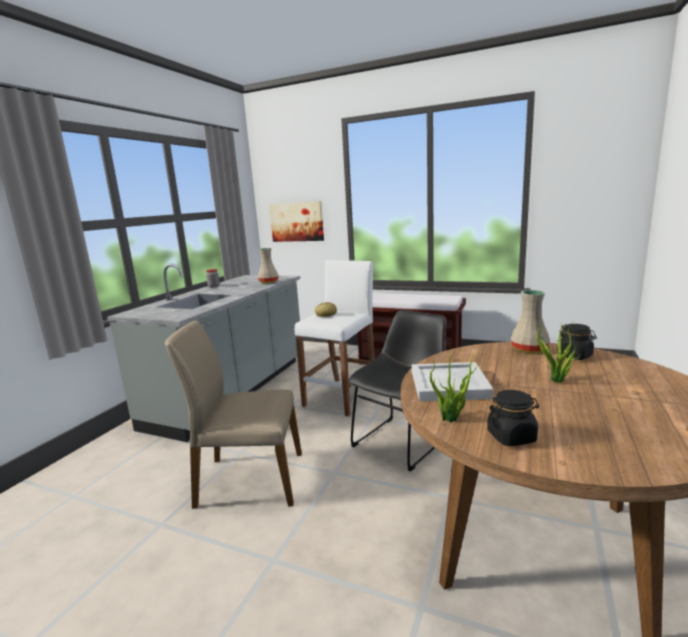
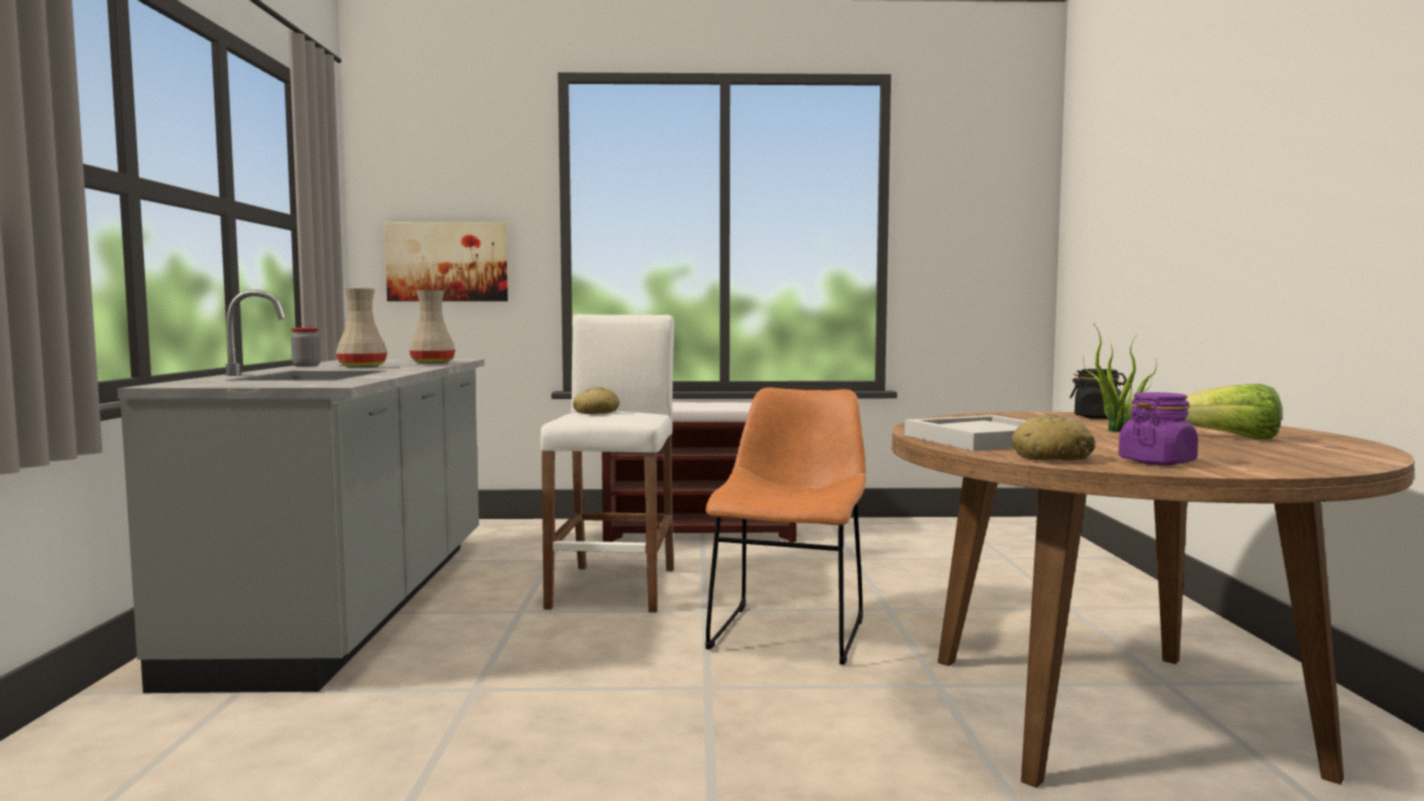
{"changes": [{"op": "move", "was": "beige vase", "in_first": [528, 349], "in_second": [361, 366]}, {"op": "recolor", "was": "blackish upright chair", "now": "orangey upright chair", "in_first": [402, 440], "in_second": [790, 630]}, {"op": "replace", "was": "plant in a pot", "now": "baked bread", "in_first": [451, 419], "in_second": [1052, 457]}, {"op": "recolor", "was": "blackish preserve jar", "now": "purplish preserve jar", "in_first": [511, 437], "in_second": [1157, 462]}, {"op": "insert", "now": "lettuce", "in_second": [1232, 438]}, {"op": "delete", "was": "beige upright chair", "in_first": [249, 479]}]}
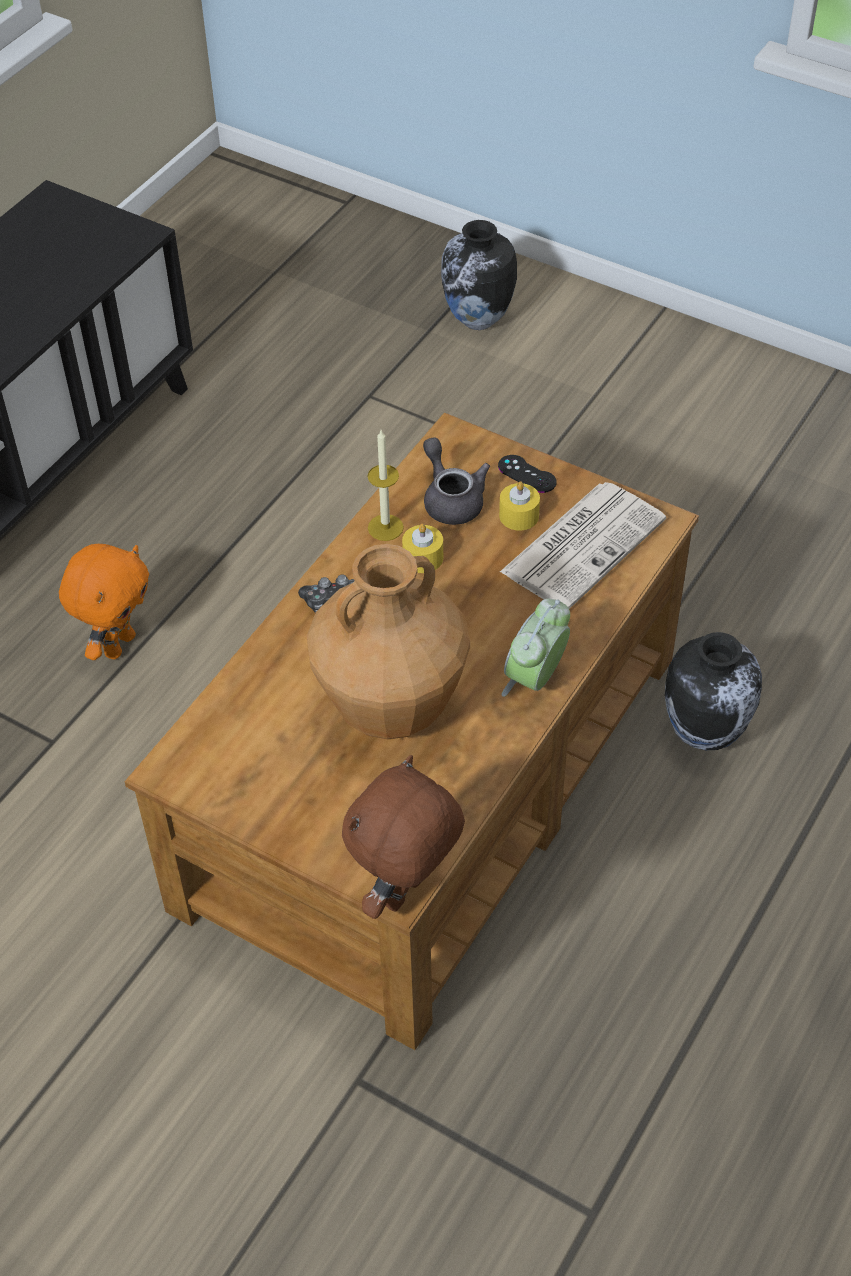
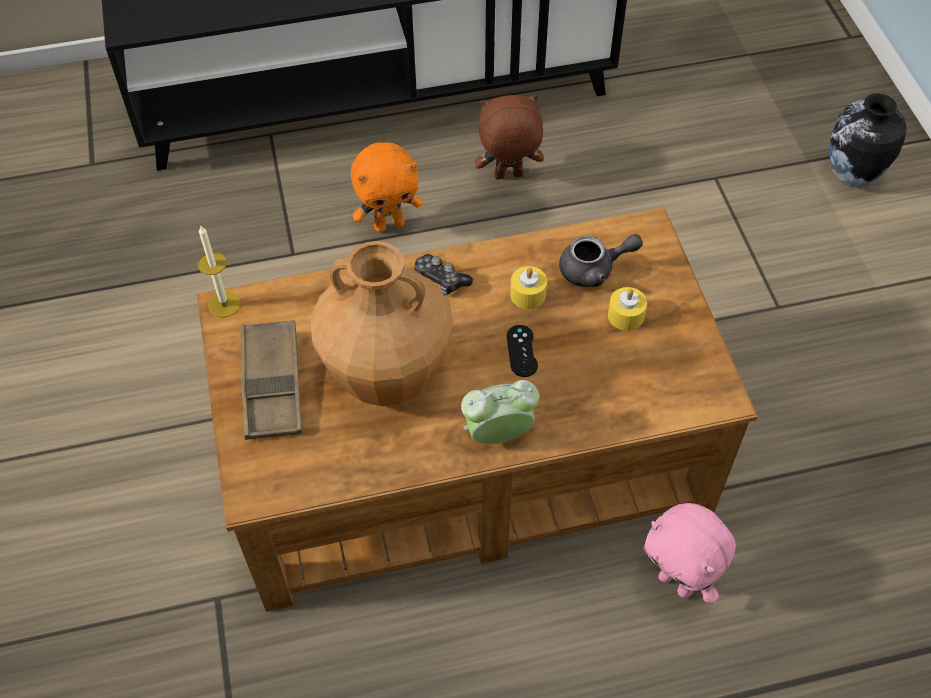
{"changes": [{"op": "move", "was": "wax light", "in_first": [385, 527], "in_second": [224, 304]}, {"op": "insert", "now": "brown-coloured tray", "in_second": [272, 384]}, {"op": "move", "was": "brown-coloured cuddly toy", "in_first": [406, 894], "in_second": [508, 177]}, {"op": "move", "was": "blackish game controller", "in_first": [527, 474], "in_second": [522, 351]}, {"op": "rotate", "was": "greyish pot for tea", "in_first": [451, 499], "in_second": [594, 270], "clockwise": 60}, {"op": "replace", "was": "vase", "now": "pink cuddly toy", "in_first": [705, 734], "in_second": [677, 583]}, {"op": "delete", "was": "daily paper", "in_first": [583, 544]}]}
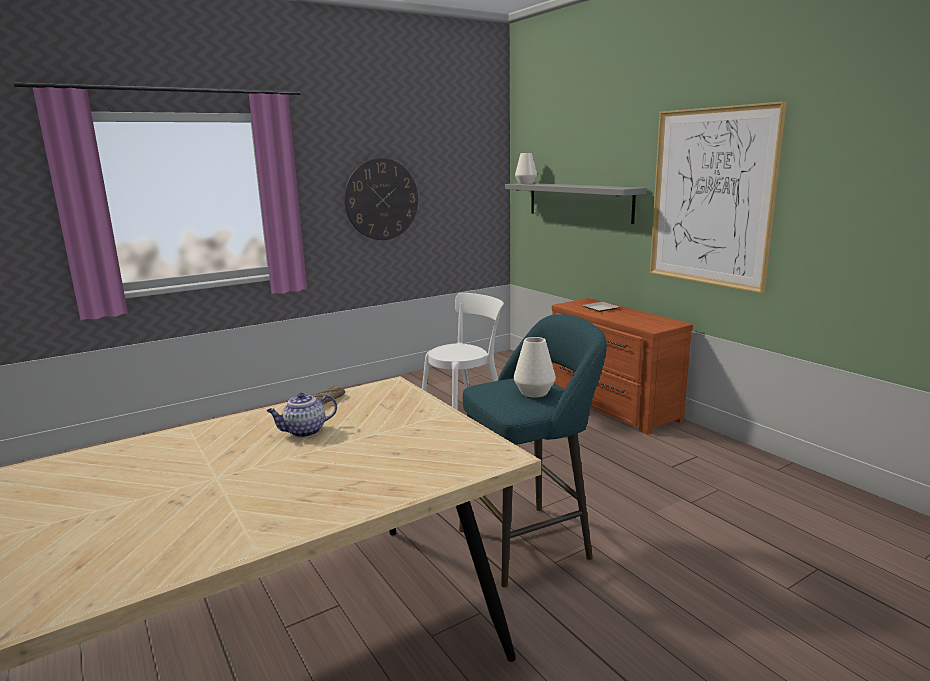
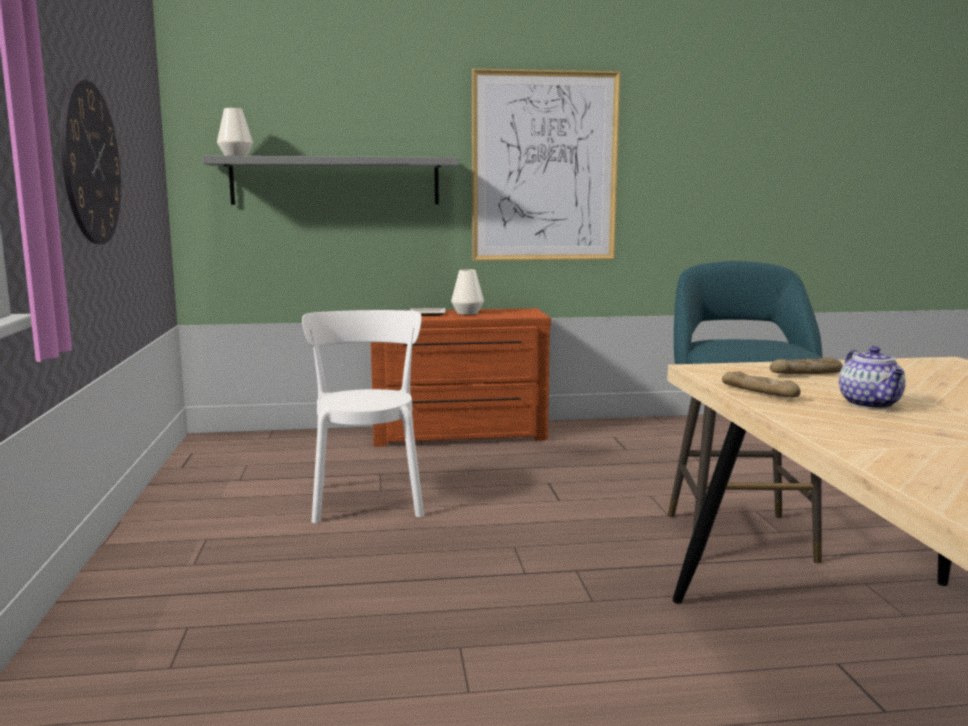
{"changes": [{"op": "move", "was": "whitish vase", "in_first": [534, 392], "in_second": [467, 313]}, {"op": "insert", "now": "baked bread", "in_second": [806, 374]}]}
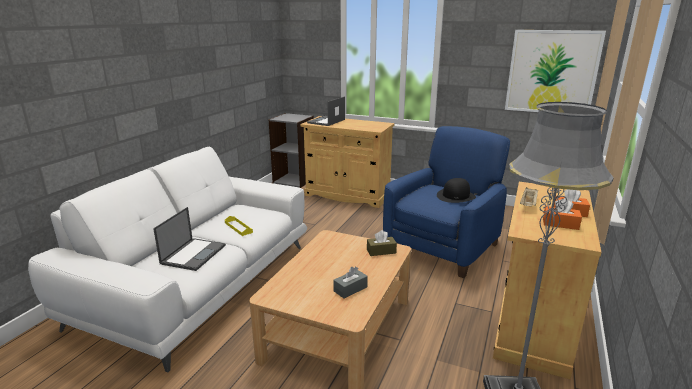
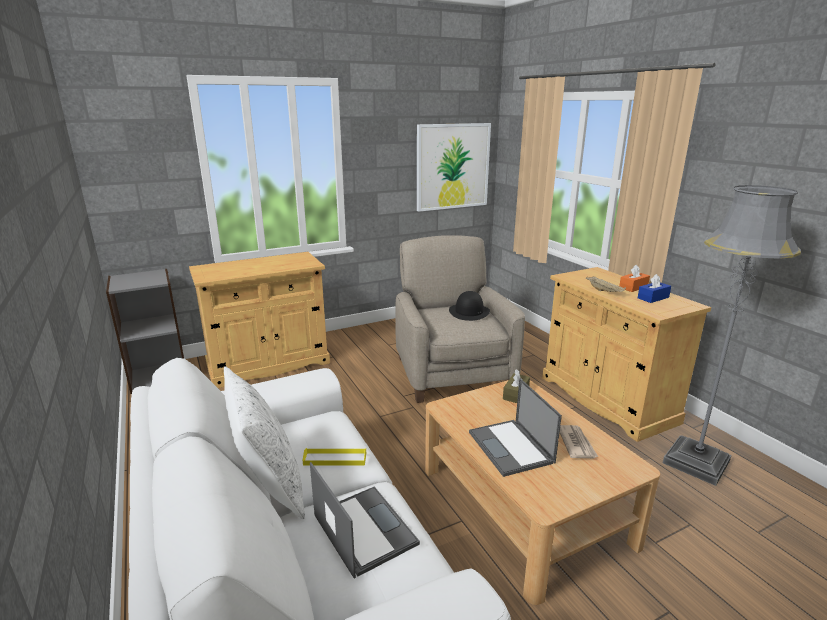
{"changes": [{"op": "insert", "now": "whitish cushion", "in_second": [269, 486]}, {"op": "recolor", "was": "bluish easy chair", "now": "beige easy chair", "in_first": [443, 246], "in_second": [452, 372]}, {"op": "move", "was": "notebook computer", "in_first": [326, 121], "in_second": [511, 448]}, {"op": "replace", "was": "greyish box of tissues", "now": "daily paper", "in_first": [350, 289], "in_second": [576, 443]}, {"op": "recolor", "was": "orangey box of tissues", "now": "bluish box of tissues", "in_first": [560, 224], "in_second": [653, 298]}]}
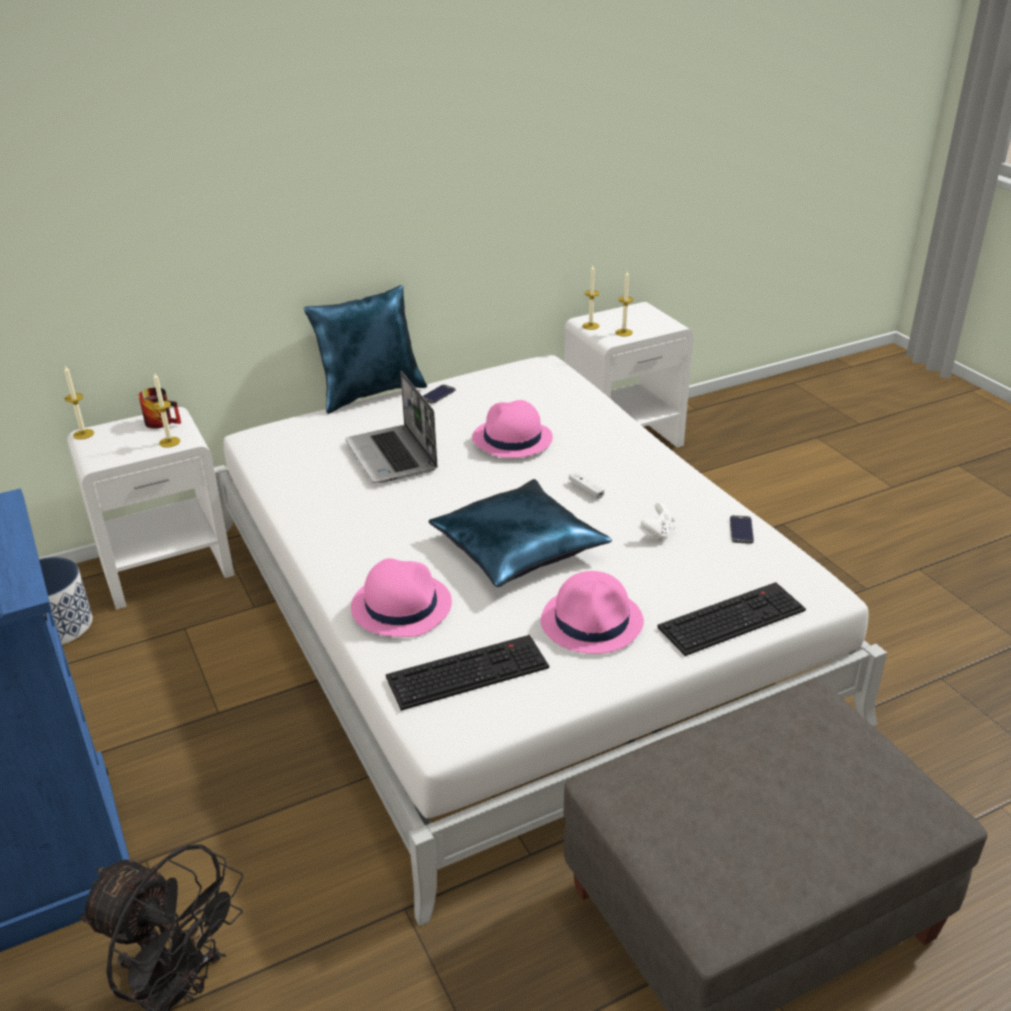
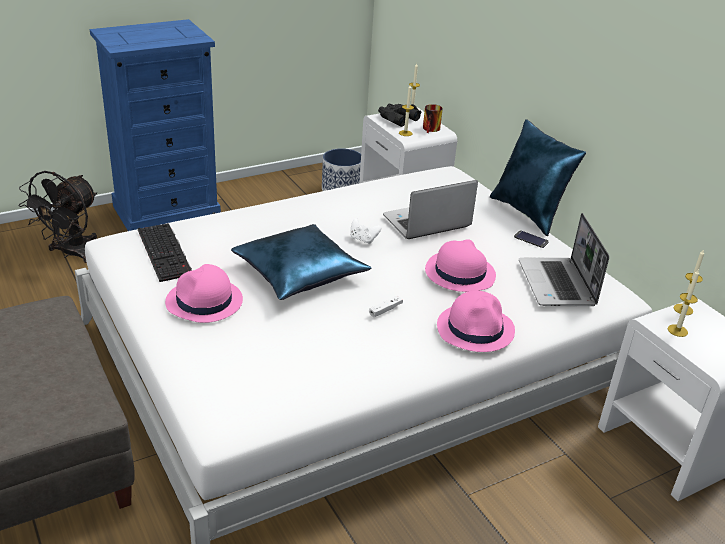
{"changes": [{"op": "move", "was": "whitish game controller", "in_first": [659, 533], "in_second": [363, 239]}, {"op": "insert", "now": "blackish binoculars", "in_second": [397, 118]}, {"op": "move", "was": "pink wearable hat", "in_first": [401, 605], "in_second": [475, 329]}, {"op": "insert", "now": "notebook computer", "in_second": [557, 284]}, {"op": "delete", "was": "PC keyboard", "in_first": [732, 617]}, {"op": "delete", "was": "phone", "in_first": [741, 530]}]}
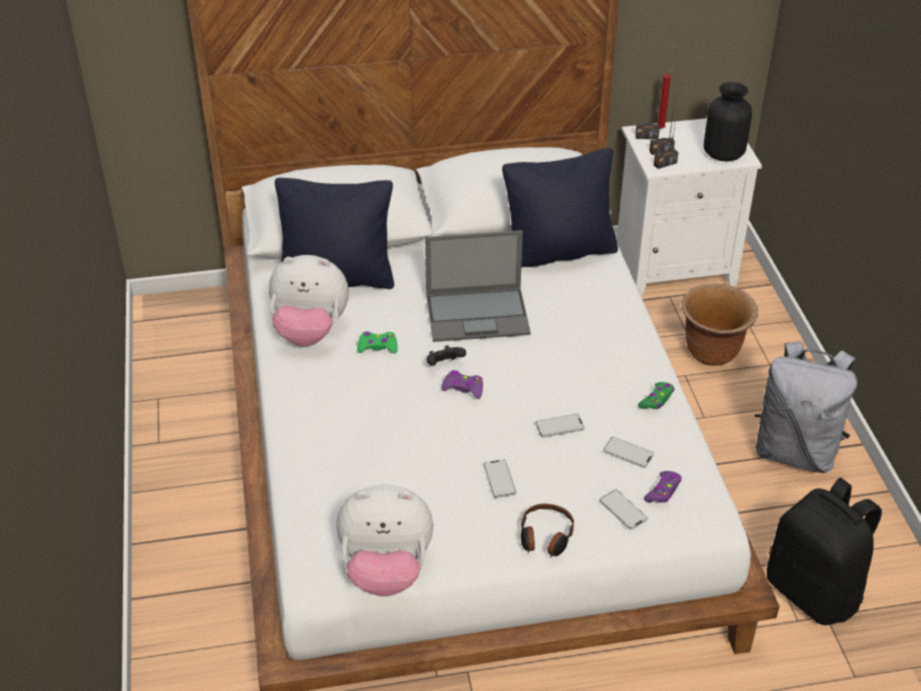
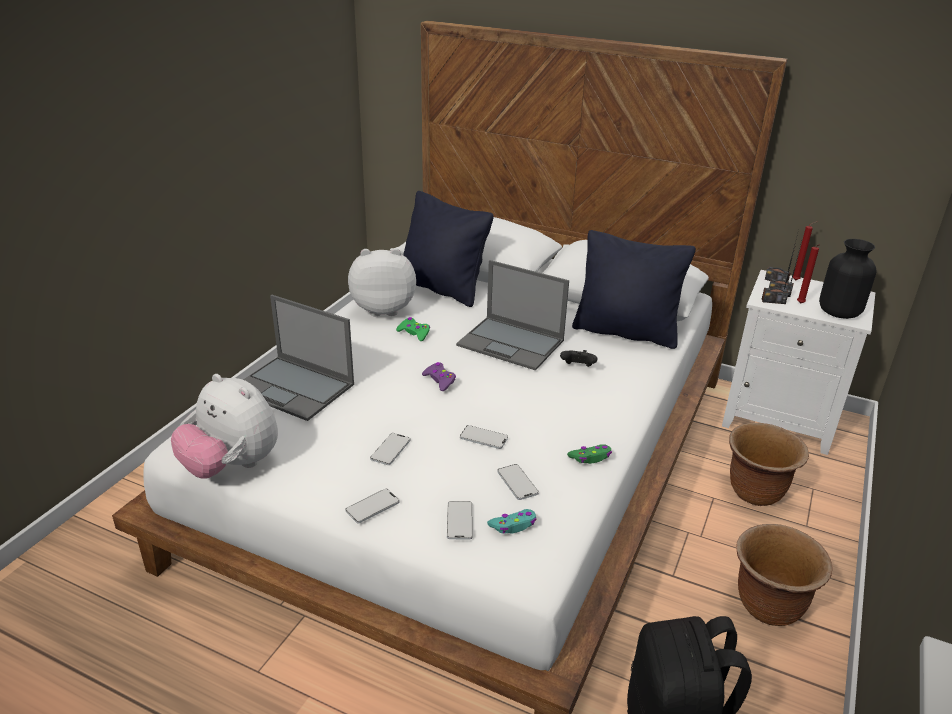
{"changes": [{"op": "insert", "now": "notebook computer", "in_second": [294, 388]}, {"op": "replace", "was": "pair of headphones", "now": "phone", "in_first": [545, 537], "in_second": [372, 507]}, {"op": "rotate", "was": "cuddly toy", "in_first": [310, 331], "in_second": [383, 309], "clockwise": 135}, {"op": "recolor", "was": "purplish game controller", "now": "turquoise-coloured game controller", "in_first": [663, 491], "in_second": [513, 525]}, {"op": "move", "was": "blackish game controller", "in_first": [444, 365], "in_second": [577, 367]}, {"op": "replace", "was": "greyish backpack", "now": "brown-coloured flower pot", "in_first": [795, 451], "in_second": [768, 607]}, {"op": "insert", "now": "reddish wax light", "in_second": [800, 304]}]}
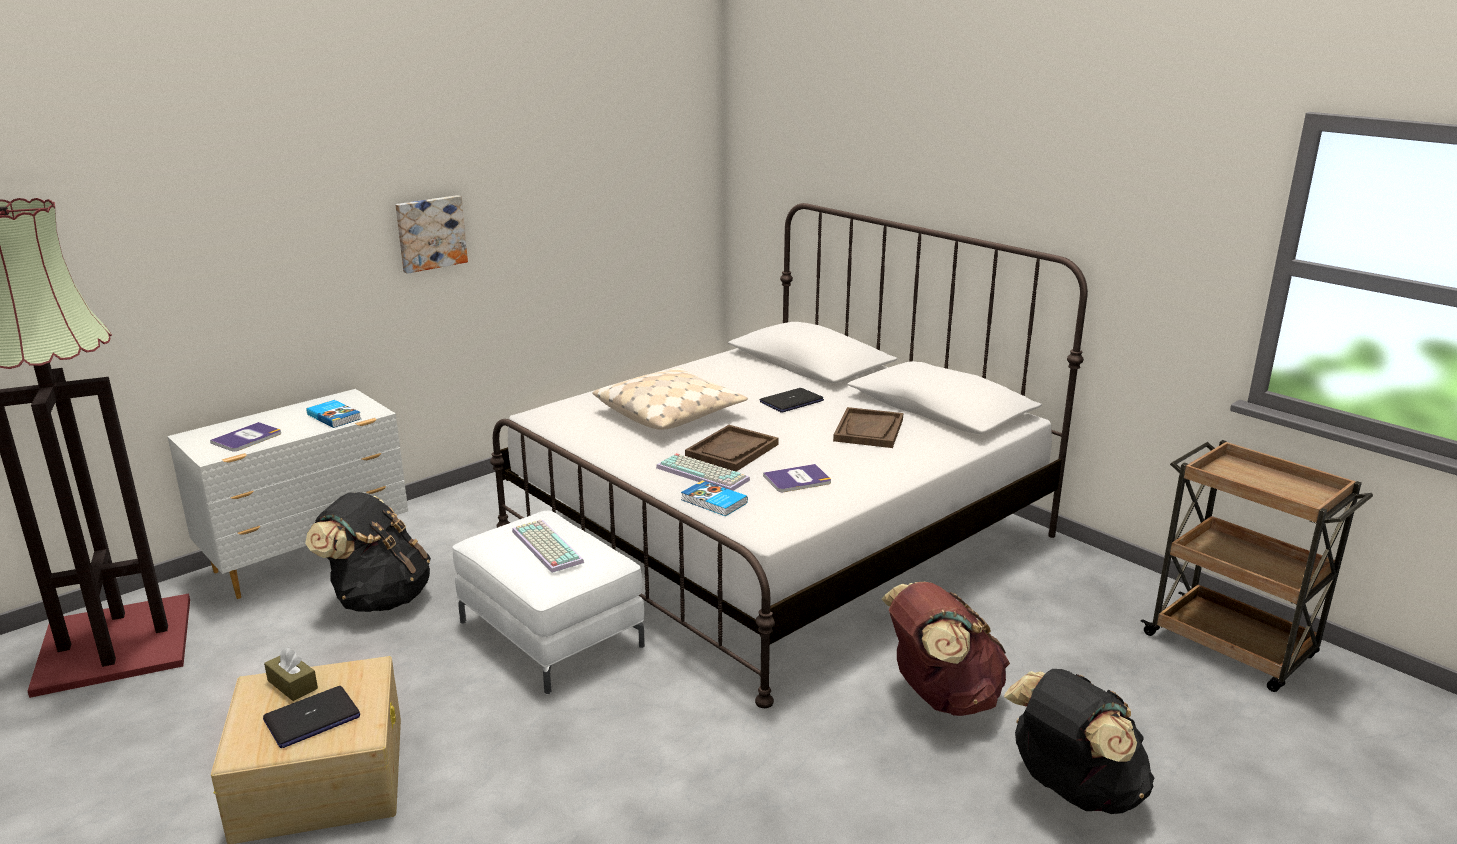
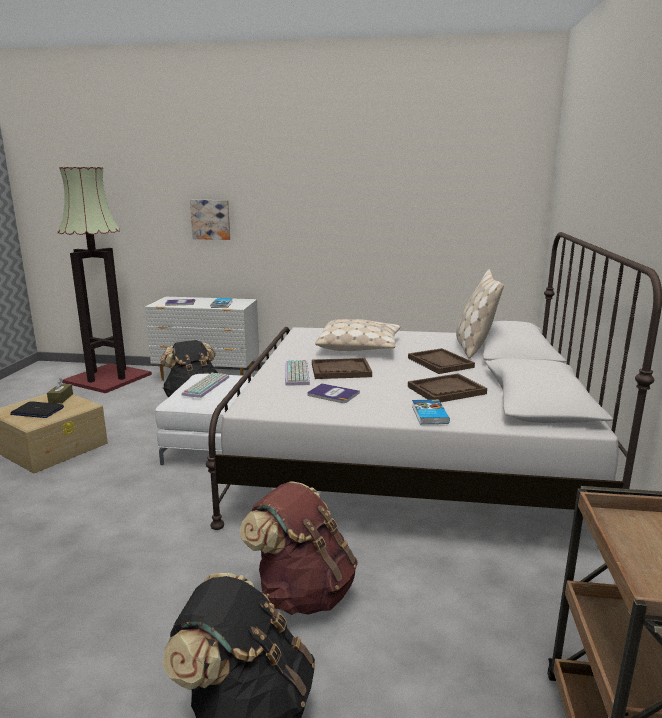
{"changes": [{"op": "move", "was": "picture", "in_first": [430, 233], "in_second": [211, 219]}, {"op": "replace", "was": "notebook computer", "now": "brown-coloured tray", "in_first": [791, 401], "in_second": [440, 363]}, {"op": "move", "was": "volume", "in_first": [713, 502], "in_second": [429, 414]}, {"op": "insert", "now": "beige cushion", "in_second": [473, 347]}]}
